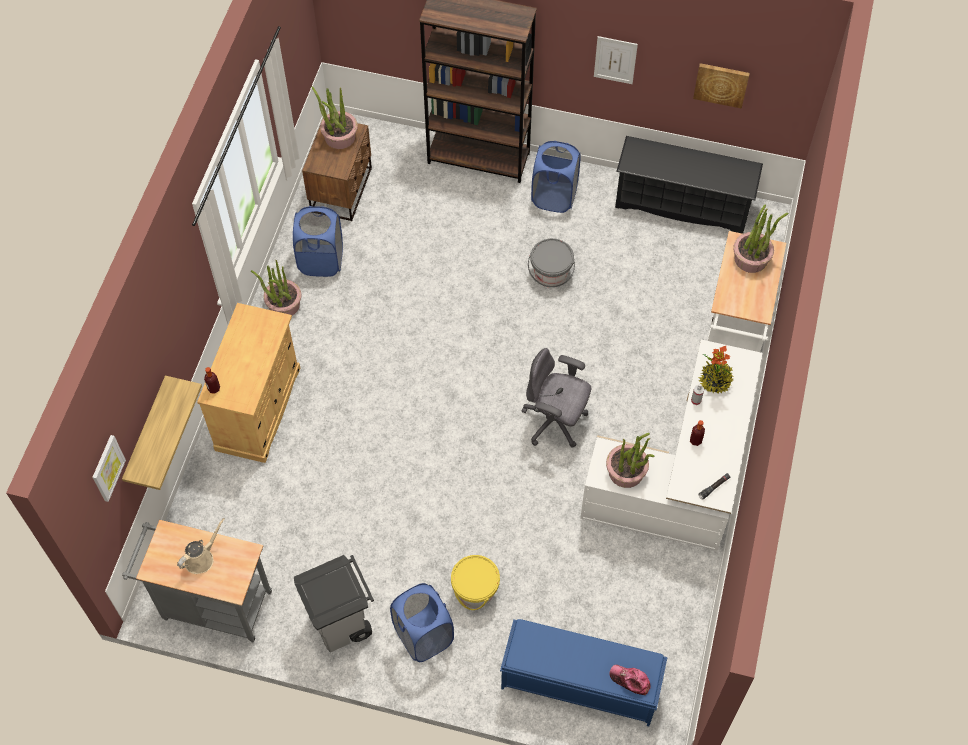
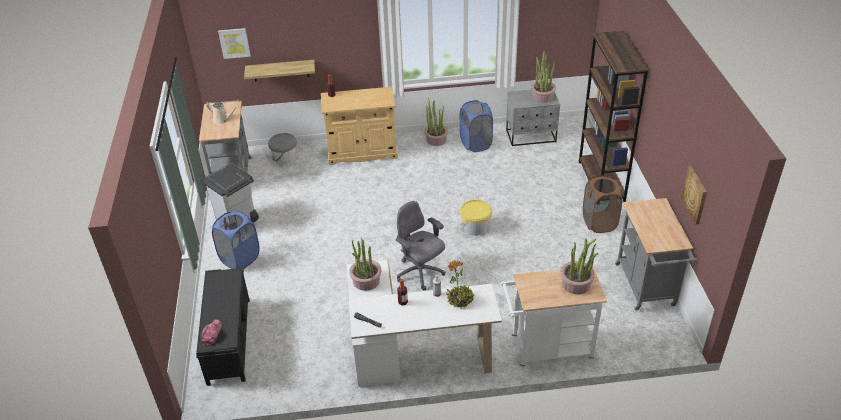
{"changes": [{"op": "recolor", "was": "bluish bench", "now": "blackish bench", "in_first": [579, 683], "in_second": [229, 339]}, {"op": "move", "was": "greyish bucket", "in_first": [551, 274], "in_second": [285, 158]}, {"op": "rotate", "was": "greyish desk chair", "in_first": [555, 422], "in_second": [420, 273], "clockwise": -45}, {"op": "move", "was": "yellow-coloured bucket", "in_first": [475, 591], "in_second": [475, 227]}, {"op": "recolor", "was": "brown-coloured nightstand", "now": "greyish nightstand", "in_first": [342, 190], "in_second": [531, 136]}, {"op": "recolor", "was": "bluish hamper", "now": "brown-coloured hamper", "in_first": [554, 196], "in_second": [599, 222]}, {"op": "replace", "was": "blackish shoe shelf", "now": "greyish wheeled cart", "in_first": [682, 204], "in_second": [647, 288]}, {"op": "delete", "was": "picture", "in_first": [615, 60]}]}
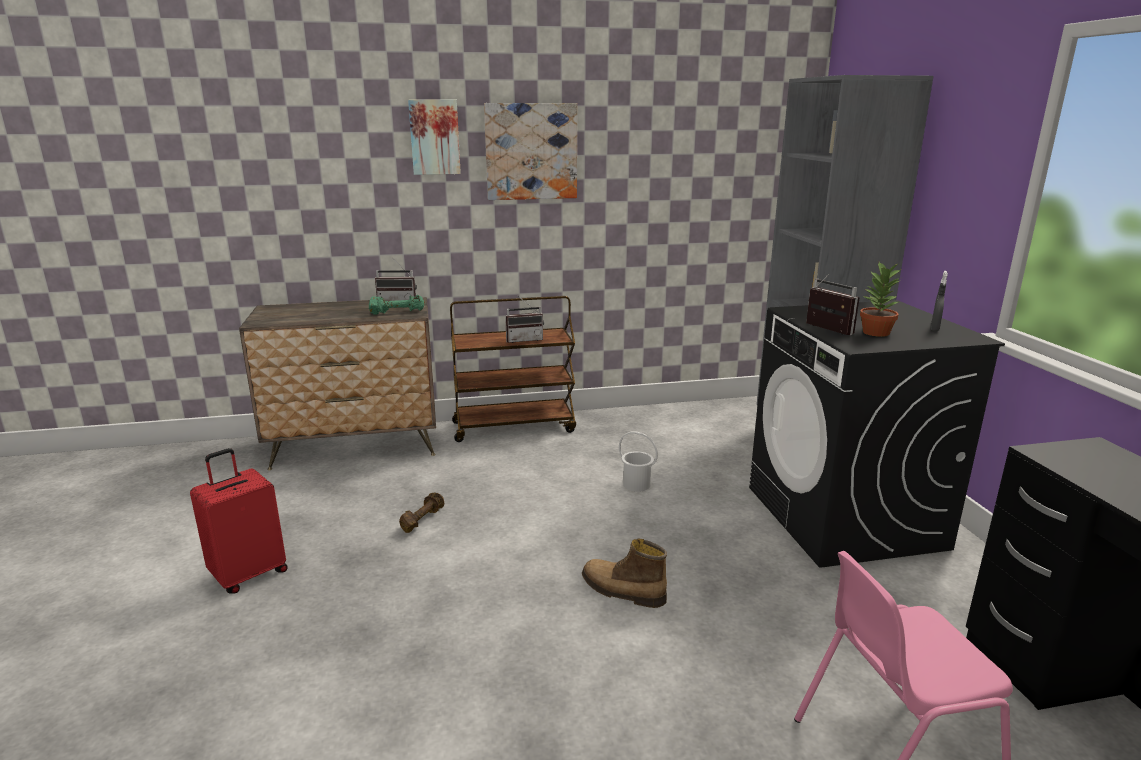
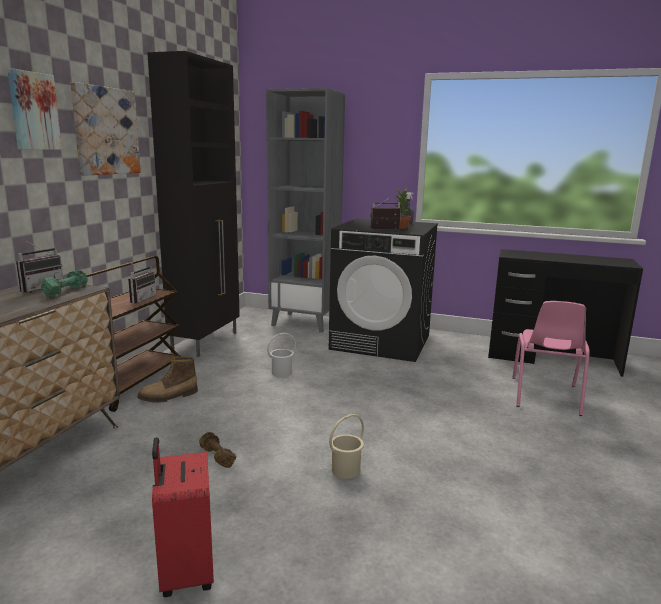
{"changes": [{"op": "move", "was": "tall boot", "in_first": [622, 591], "in_second": [168, 397]}, {"op": "insert", "now": "blackish storage cabinet", "in_second": [206, 341]}, {"op": "insert", "now": "beige bucket", "in_second": [345, 470]}]}
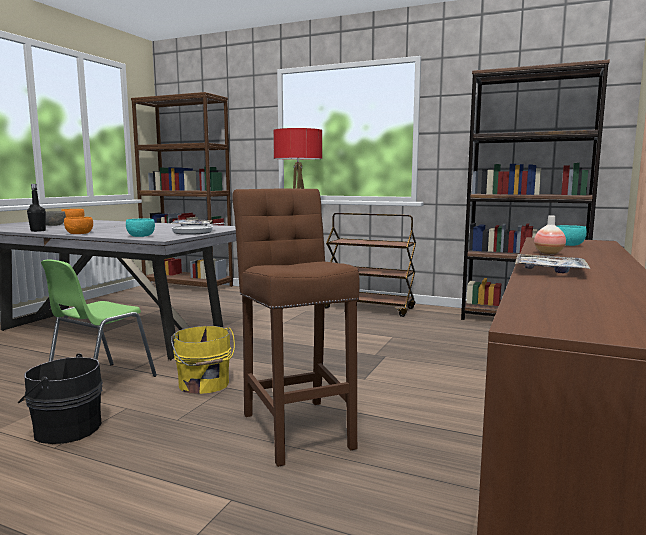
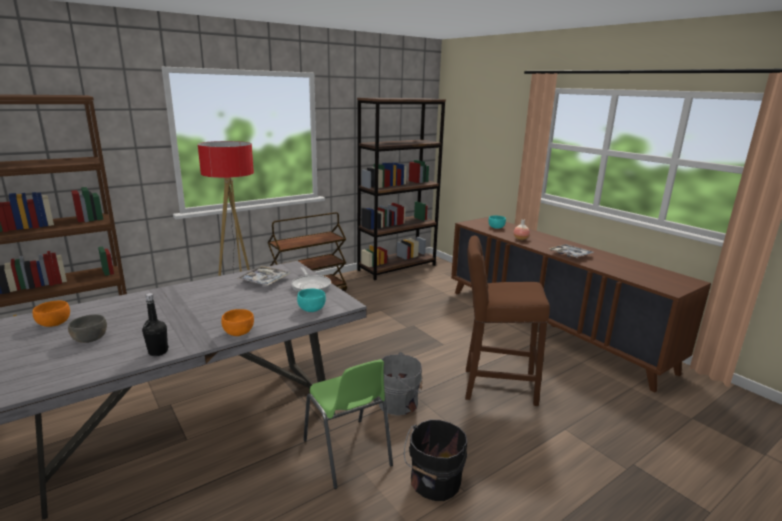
{"changes": [{"op": "recolor", "was": "yellow-coloured bucket", "now": "greyish bucket", "in_first": [204, 384], "in_second": [400, 402]}]}
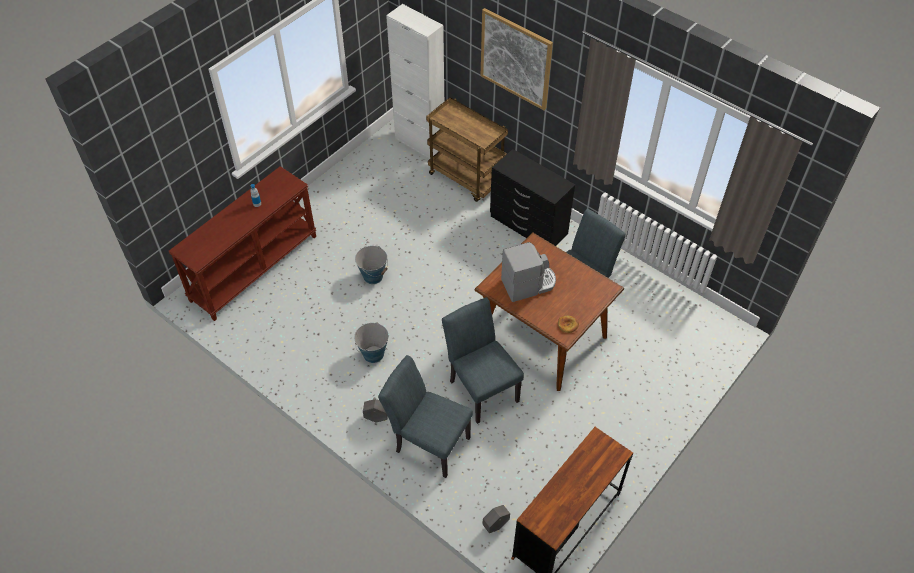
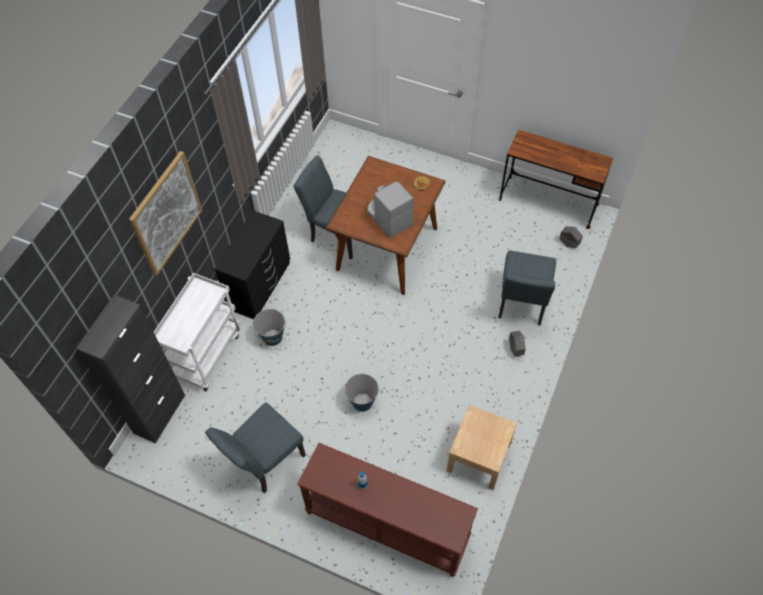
{"changes": [{"op": "recolor", "was": "whitish storage cabinet", "now": "blackish storage cabinet", "in_first": [420, 143], "in_second": [159, 414]}, {"op": "recolor", "was": "brown-coloured wheeled cart", "now": "whitish wheeled cart", "in_first": [467, 178], "in_second": [206, 353]}, {"op": "move", "was": "greyish upright chair", "in_first": [481, 387], "in_second": [264, 462]}, {"op": "move", "was": "bucket", "in_first": [373, 354], "in_second": [272, 337]}, {"op": "insert", "now": "beige nightstand", "in_second": [478, 457]}]}
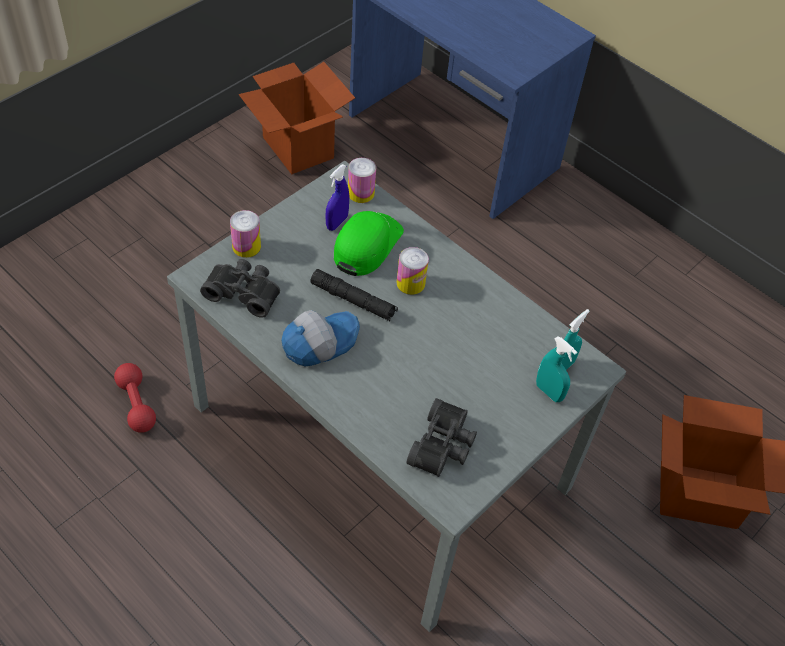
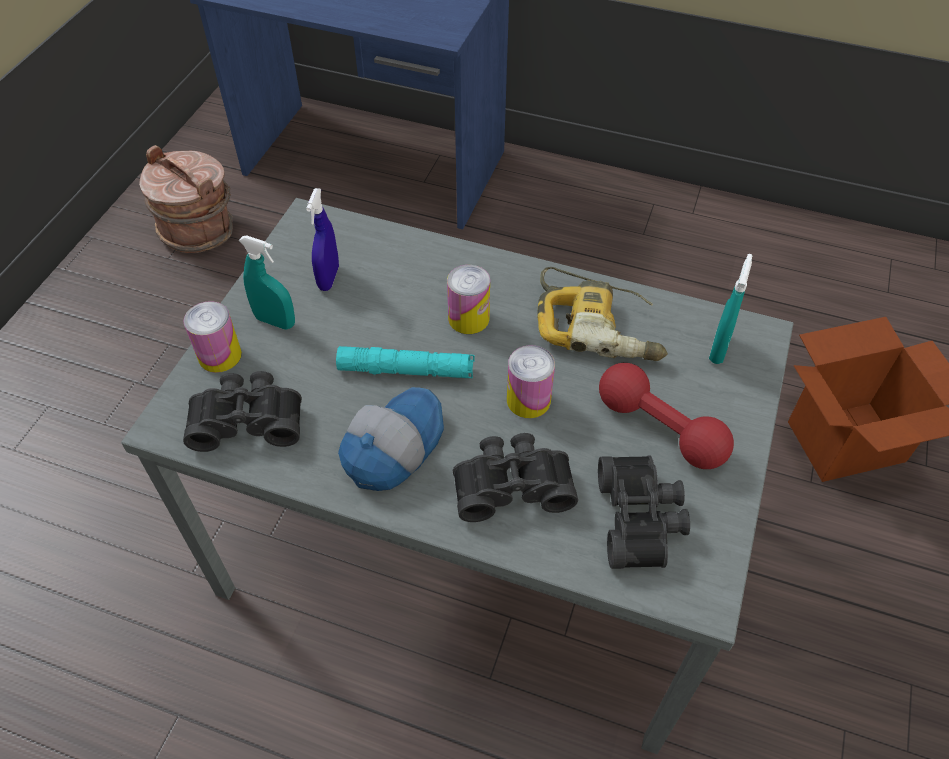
{"changes": [{"op": "replace", "was": "packing box", "now": "brown-coloured bucket", "in_first": [297, 147], "in_second": [199, 230]}, {"op": "move", "was": "turquoise-coloured hand sprayer", "in_first": [549, 392], "in_second": [275, 321]}, {"op": "recolor", "was": "blackish hand torch", "now": "turquoise-coloured hand torch", "in_first": [353, 300], "in_second": [406, 370]}, {"op": "insert", "now": "blackish binoculars", "in_second": [512, 484]}, {"op": "move", "was": "can", "in_first": [361, 193], "in_second": [528, 400]}, {"op": "insert", "now": "drill", "in_second": [599, 326]}, {"op": "move", "was": "reddish dumbbell", "in_first": [136, 404], "in_second": [660, 429]}, {"op": "delete", "was": "greenish peaked cap", "in_first": [367, 245]}]}
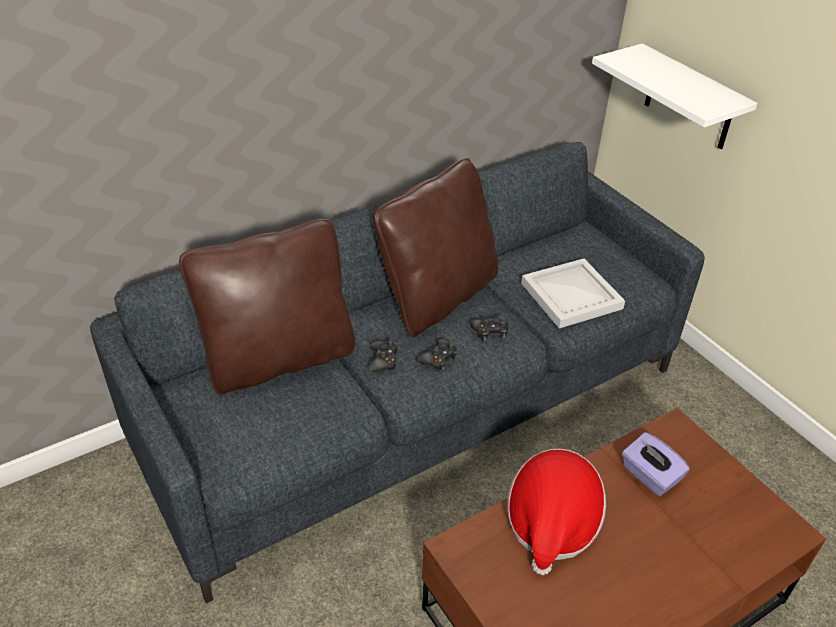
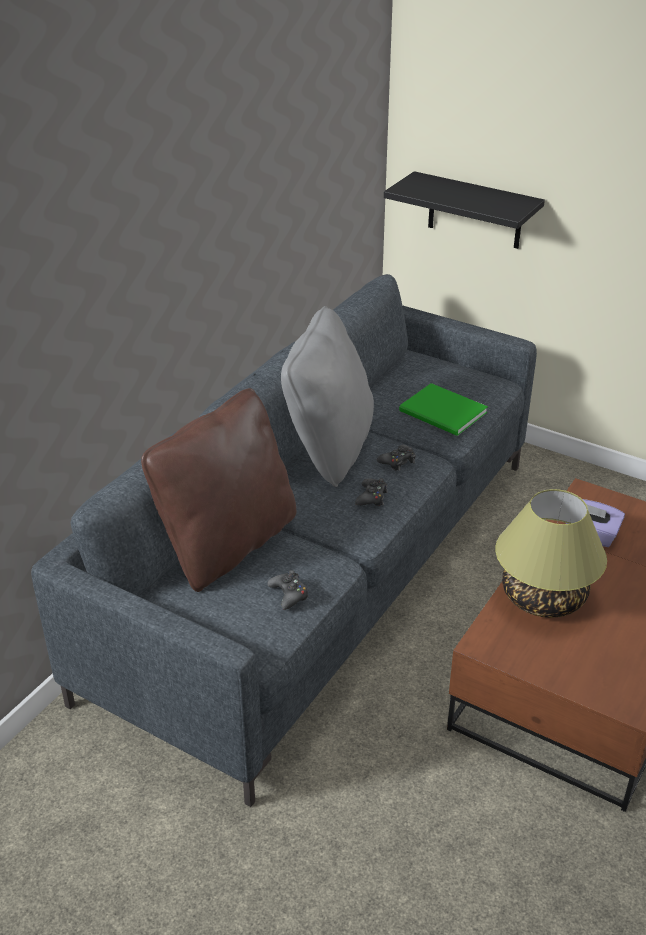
{"changes": [{"op": "move", "was": "blackish game controller", "in_first": [383, 360], "in_second": [289, 594]}, {"op": "recolor", "was": "brown-coloured cushion", "now": "greyish cushion", "in_first": [437, 297], "in_second": [329, 448]}, {"op": "recolor", "was": "whitish shelf", "now": "blackish shelf", "in_first": [689, 99], "in_second": [475, 211]}, {"op": "replace", "was": "whitish tray", "now": "greenish volume", "in_first": [571, 297], "in_second": [443, 413]}, {"op": "replace", "was": "wearable hat", "now": "lamp for a table", "in_first": [551, 524], "in_second": [543, 598]}]}
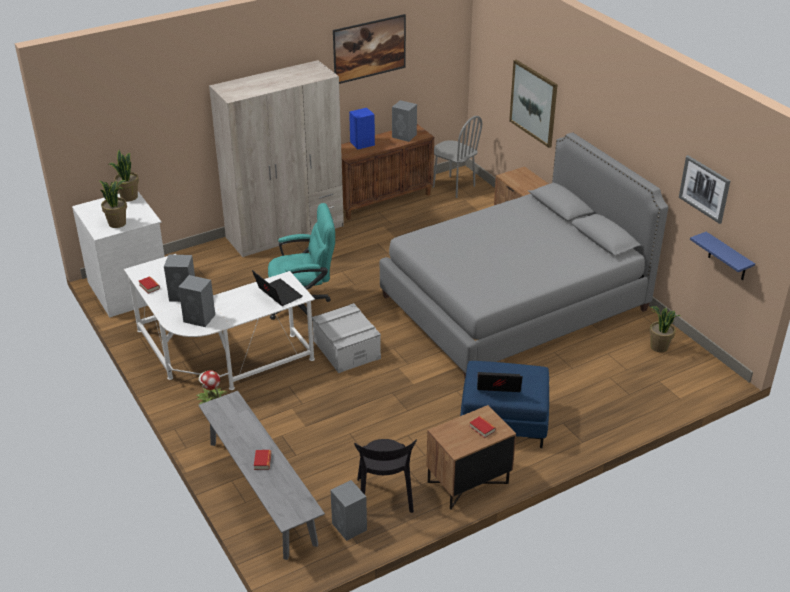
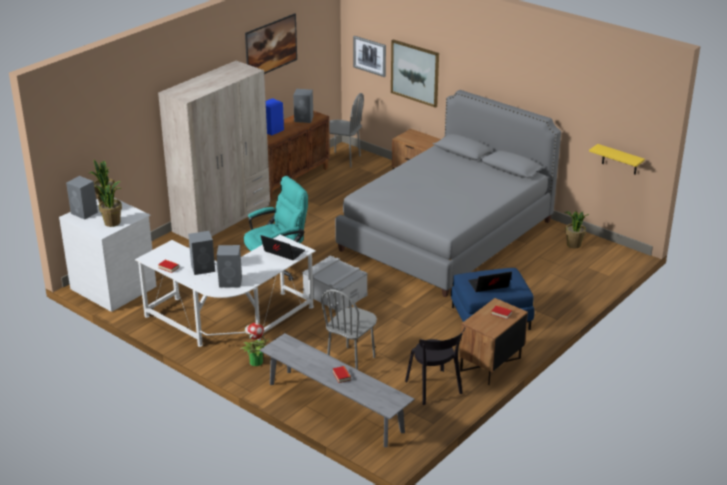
{"changes": [{"op": "move", "was": "greyish speaker", "in_first": [350, 527], "in_second": [84, 213]}, {"op": "insert", "now": "greyish upright chair", "in_second": [351, 361]}, {"op": "move", "was": "picture", "in_first": [704, 189], "in_second": [370, 56]}, {"op": "recolor", "was": "bluish shelf", "now": "yellow-coloured shelf", "in_first": [727, 257], "in_second": [619, 160]}]}
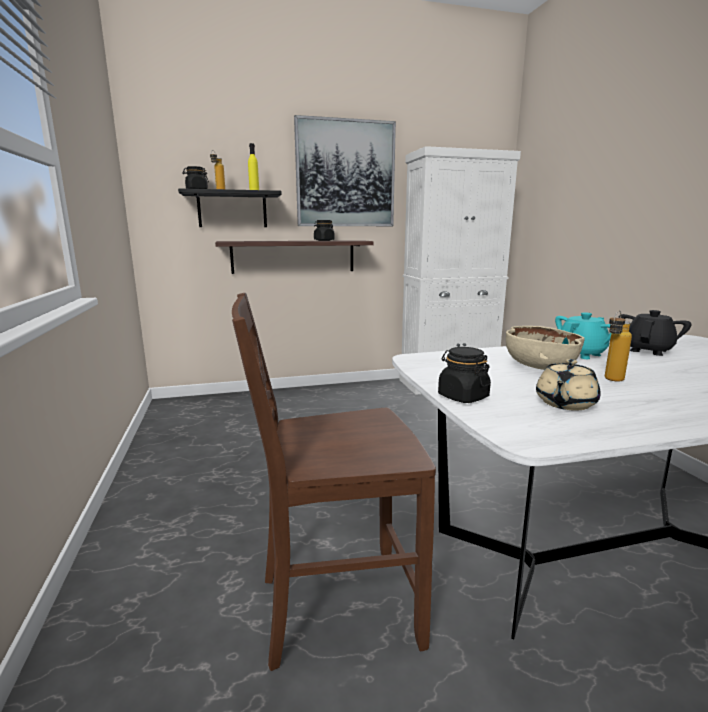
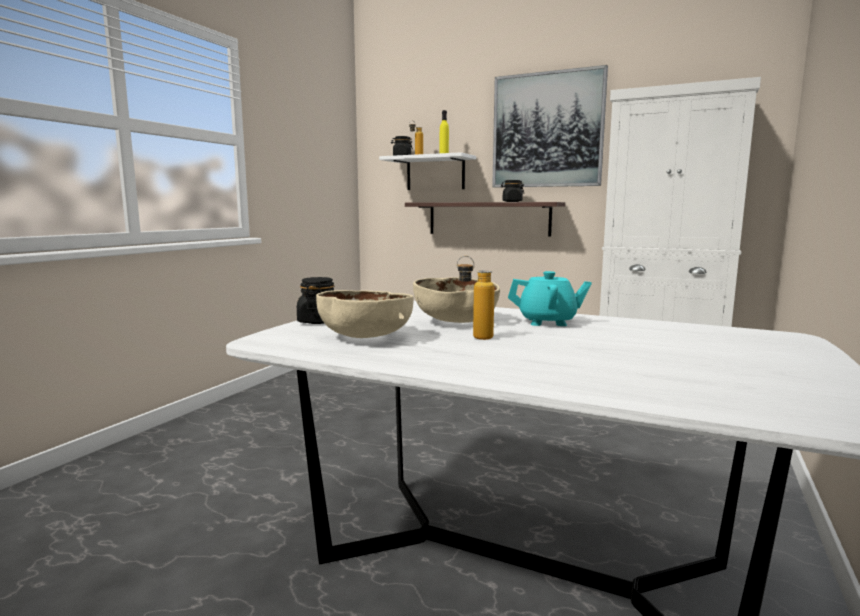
{"changes": [{"op": "replace", "was": "beige pot for tea", "now": "beige serving bowl", "in_first": [564, 404], "in_second": [364, 337]}, {"op": "recolor", "was": "blackish shelf", "now": "whitish shelf", "in_first": [232, 210], "in_second": [435, 173]}, {"op": "delete", "was": "brown-coloured upright chair", "in_first": [334, 607]}, {"op": "delete", "was": "blackish pot for tea", "in_first": [648, 350]}]}
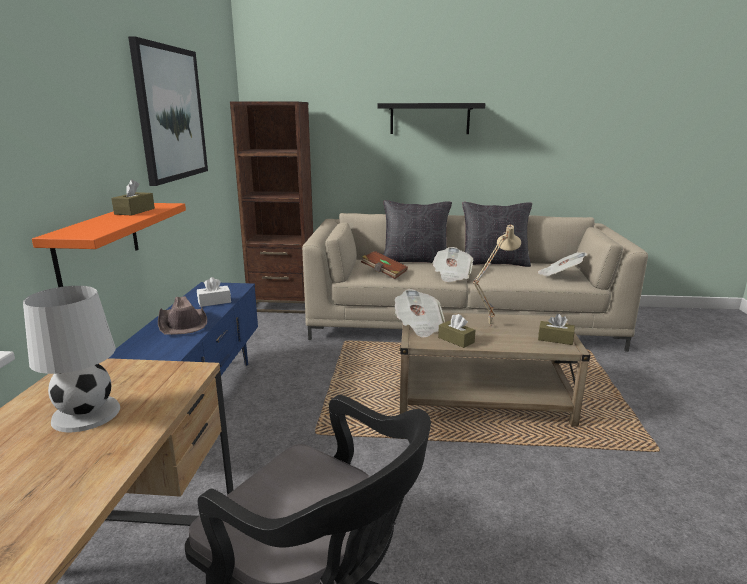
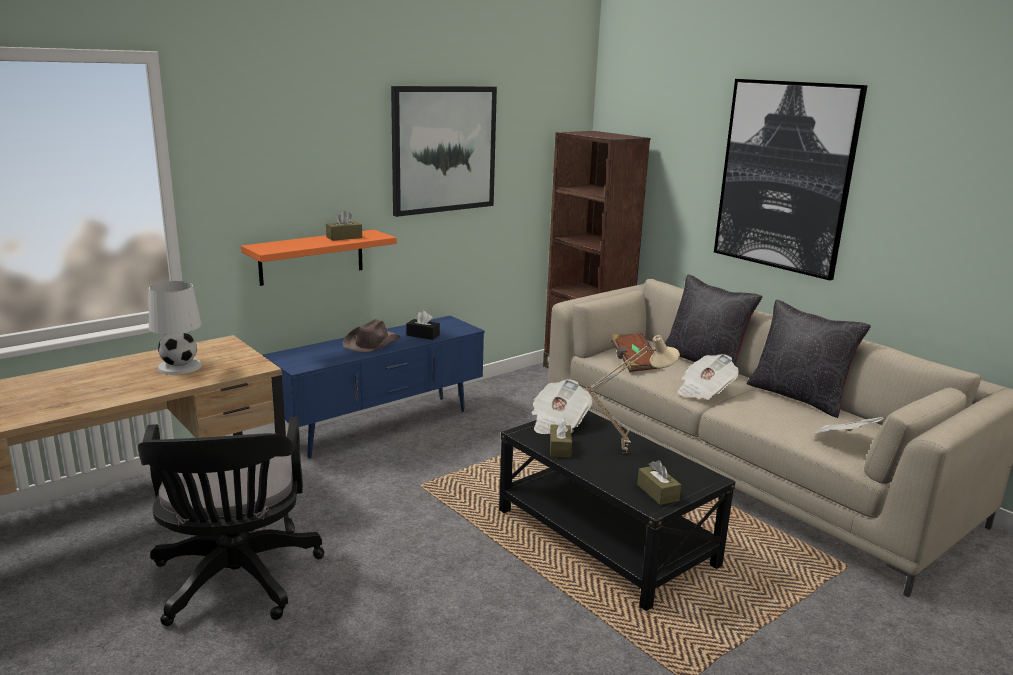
{"changes": [{"op": "recolor", "was": "whitish box of tissues", "now": "blackish box of tissues", "in_first": [214, 302], "in_second": [423, 335]}, {"op": "recolor", "was": "beige low table", "now": "blackish low table", "in_first": [482, 398], "in_second": [605, 537]}, {"op": "replace", "was": "blackish shelf", "now": "picture", "in_first": [429, 118], "in_second": [785, 176]}]}
